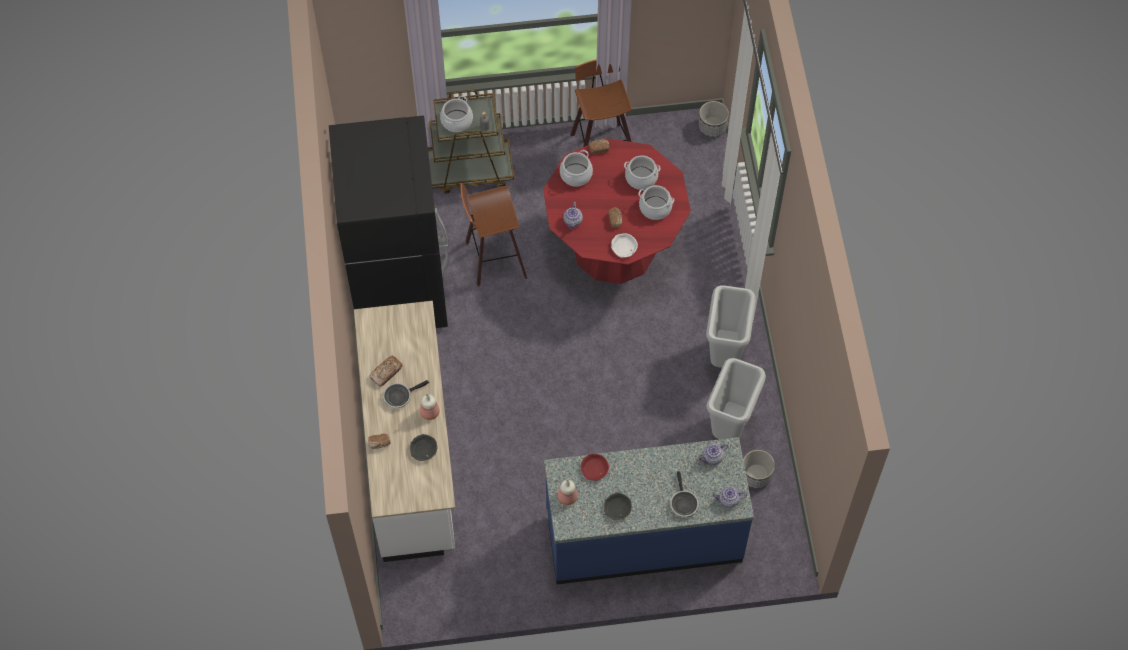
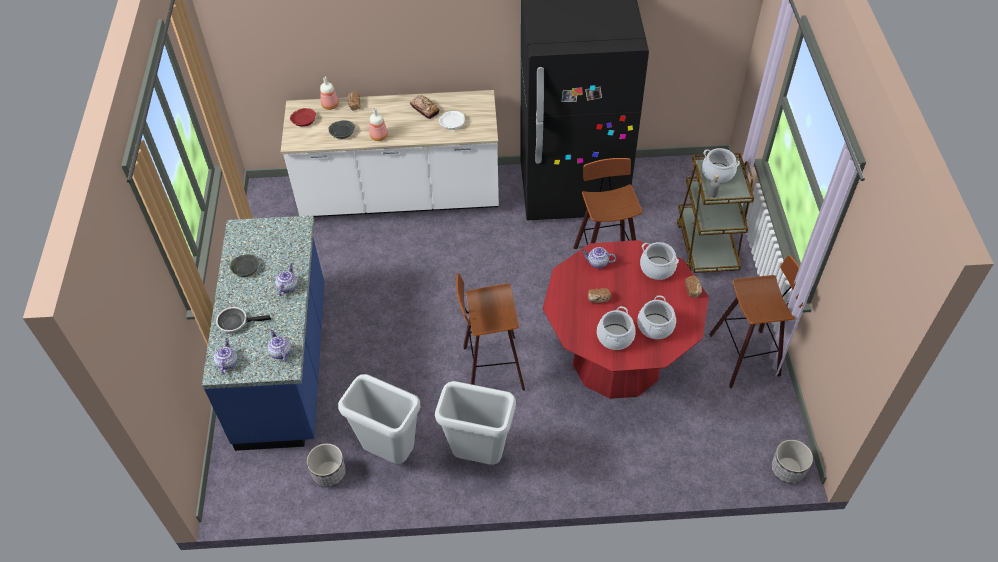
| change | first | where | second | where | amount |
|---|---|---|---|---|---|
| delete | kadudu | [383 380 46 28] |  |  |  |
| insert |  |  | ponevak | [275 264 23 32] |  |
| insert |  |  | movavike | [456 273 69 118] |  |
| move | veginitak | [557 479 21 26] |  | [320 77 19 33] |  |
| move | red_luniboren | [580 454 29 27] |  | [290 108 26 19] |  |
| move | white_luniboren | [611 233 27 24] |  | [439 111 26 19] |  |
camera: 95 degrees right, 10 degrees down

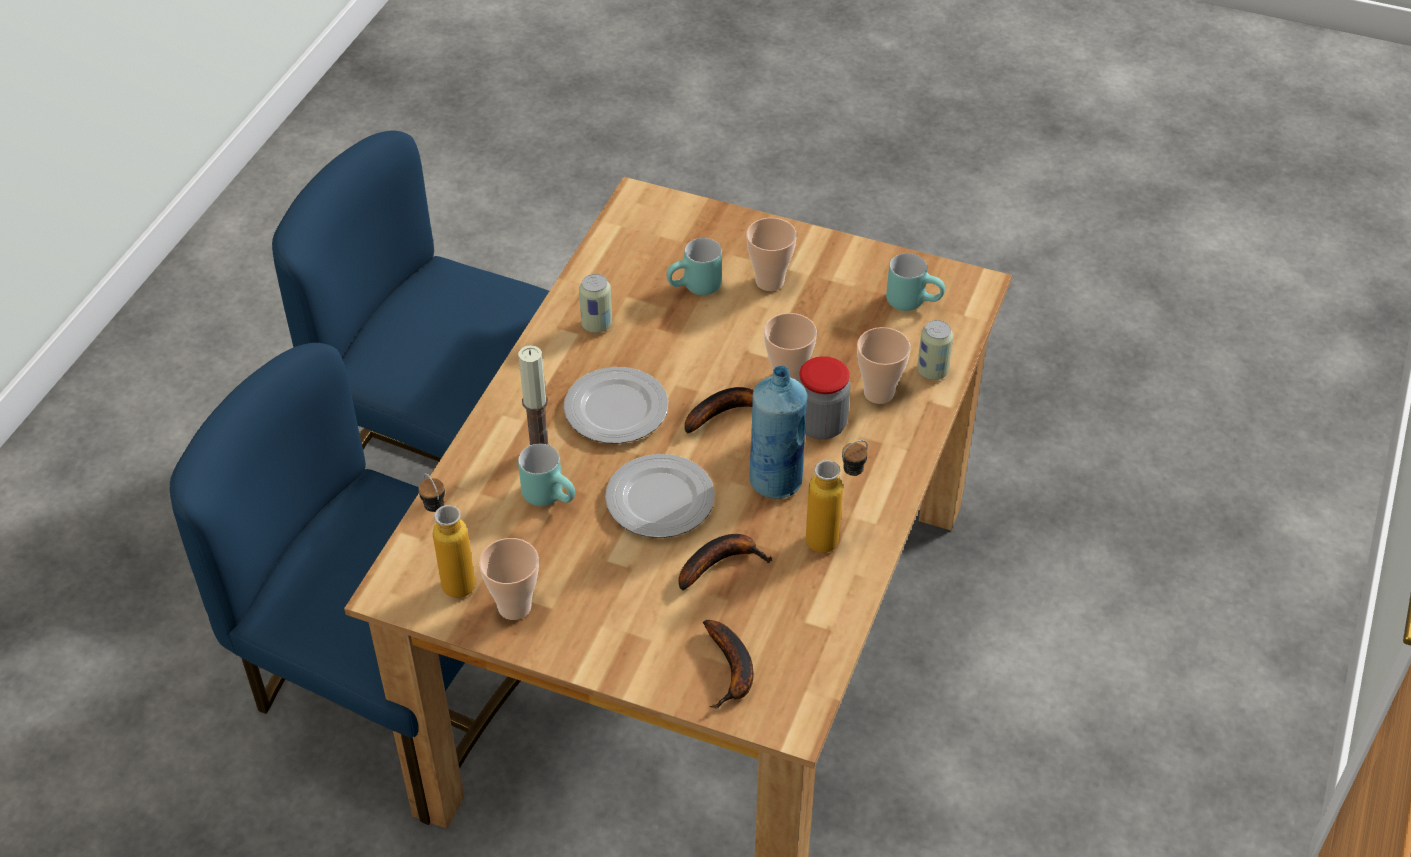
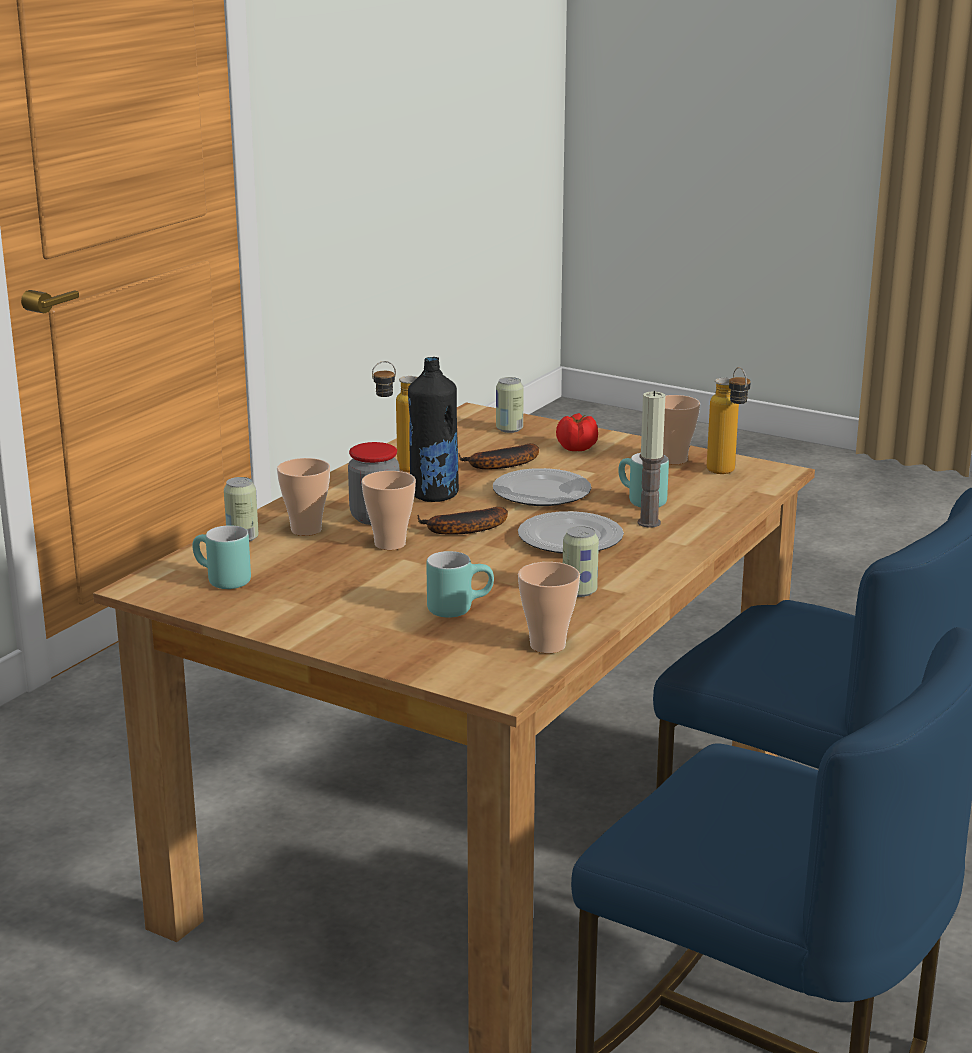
| change | first | where | second | where | amount |
|---|---|---|---|---|---|
| insert |  |  | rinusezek | [556 413 42 38] |  |
| move | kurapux | [746 218 51 73] |  | [518 562 62 91] |  |
| replace | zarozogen | [703 620 51 89] | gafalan | [496 377 28 56] |  |
| recolor | blue_veginitak | [750 366 57 133] | black_veginitak | [408 357 51 145] |  |
camera: 170 degrees left, 25 degrees down

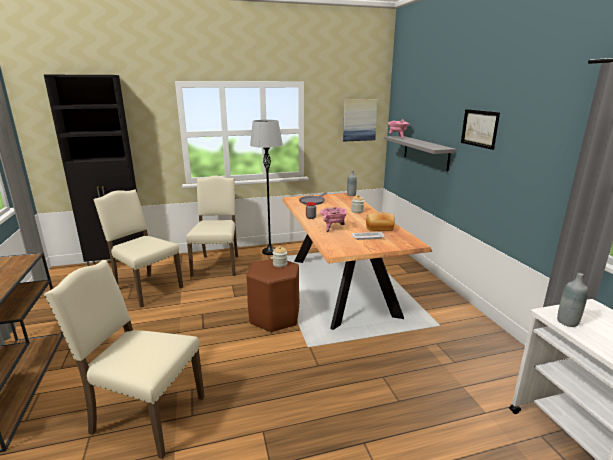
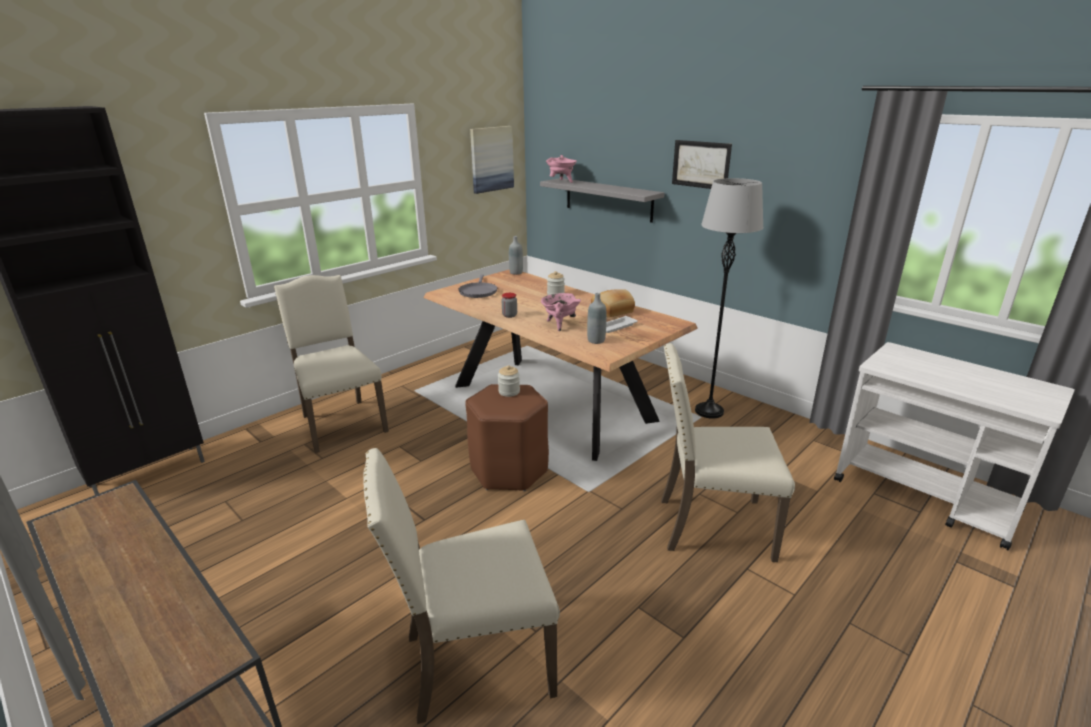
| change | first | where | second | where | amount |
|---|---|---|---|---|---|
| move | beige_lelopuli | [93 189 90 119] |  | [661 343 134 219] |  |
| move | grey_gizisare | [250 120 33 135] |  | [695 178 68 241] |  |
| move | grey_veginitak | [557 273 31 54] |  | [587 293 19 51] |  |
camera: 30 degrees left, 5 degrees up

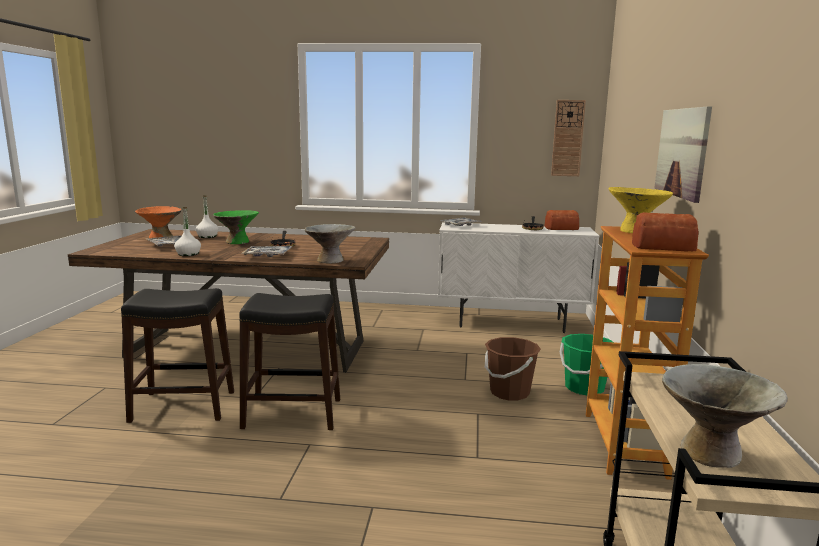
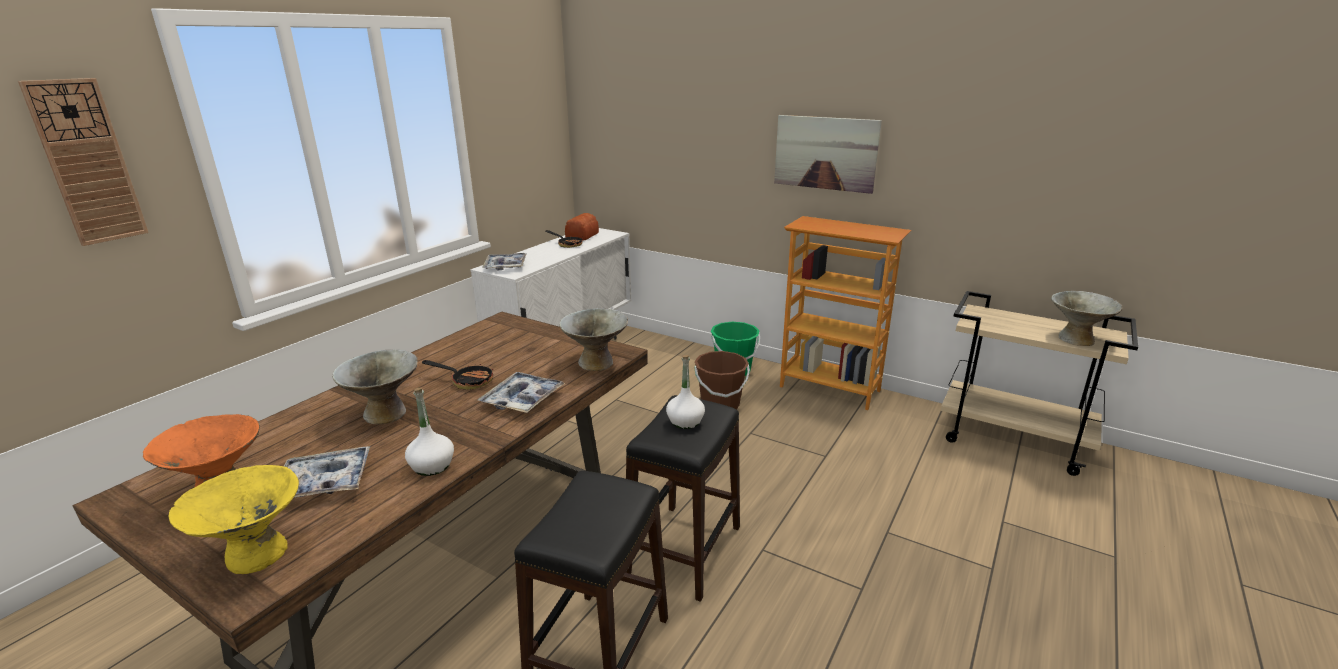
| change | first | where | second | where | amount |
|---|---|---|---|---|---|
| delete | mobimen | [632 212 66 39] |  |  |  |
| move | white_veginitak | [196 195 23 43] |  | [666 355 39 74] |  |
| move | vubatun | [551 100 35 76] |  | [18 78 131 168] |  |
| move | yellow_luniboren | [608 187 65 46] |  | [168 465 131 109] |  |
| recolor | green_luniboren | [213 210 46 34] | grey_luniboren | [332 349 86 75] |  |
camera: 65 degrees left, 10 degrees up

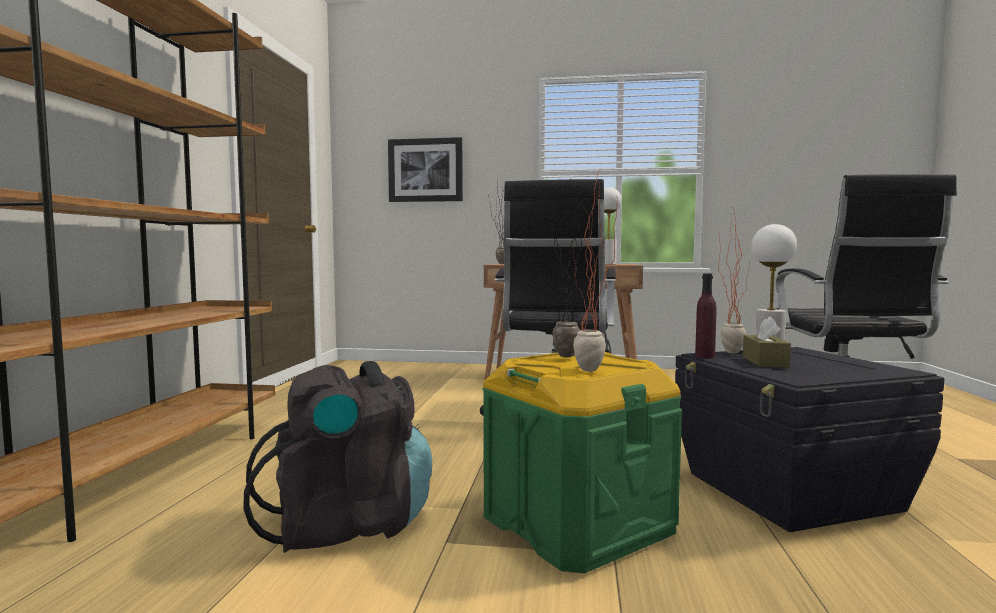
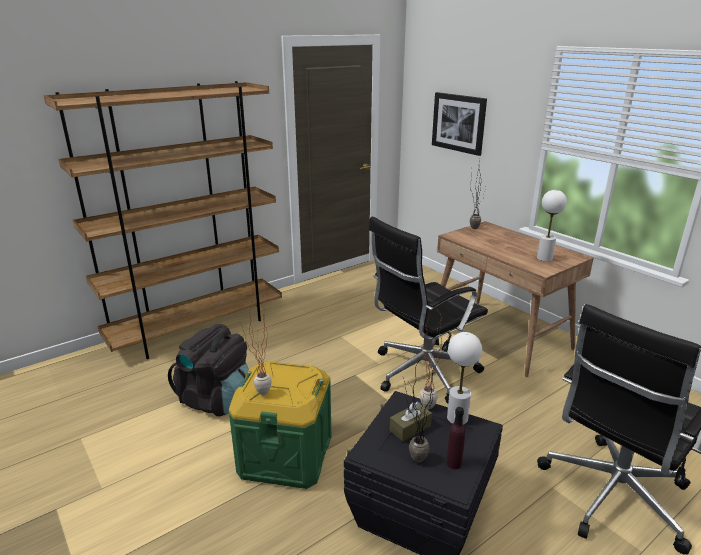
| change | first | where | second | where | amount |
|---|---|---|---|---|---|
| move | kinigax | [547 181 35 177] |  | [403 364 33 99] |  |
| move | purple_veginitak | [695 273 21 86] |  | [446 407 19 62] |  |
camera: 45 degrees right, 20 degrees up

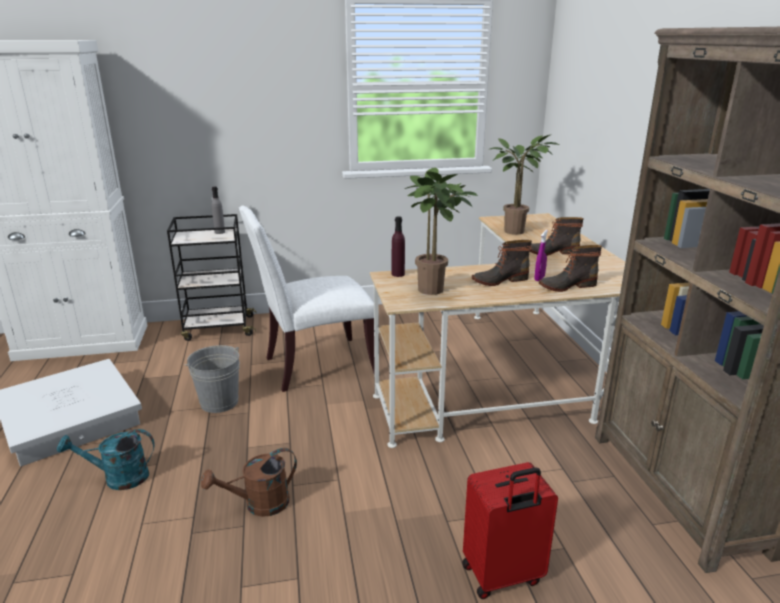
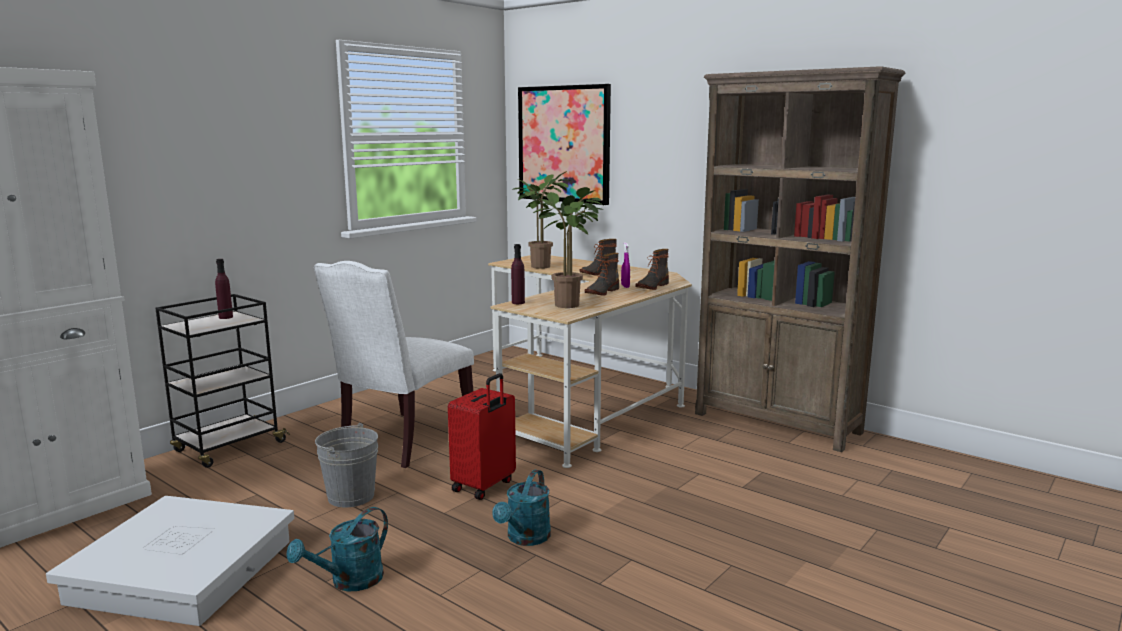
| change | first | where | second | where | amount |
|---|---|---|---|---|---|
| insert |  |  | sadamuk | [518 84 93 121] |  |
| move | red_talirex | [462 462 96 137] |  | [448 373 68 127] |  |
| recolor | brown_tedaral | [201 448 96 69] | turquoise_tedaral | [492 469 59 77] |  |
| recolor | grey_veginitak | [211 187 14 47] | purple_veginitak | [215 259 18 60] |  |
camera: 40 degrees left, 10 degrees down

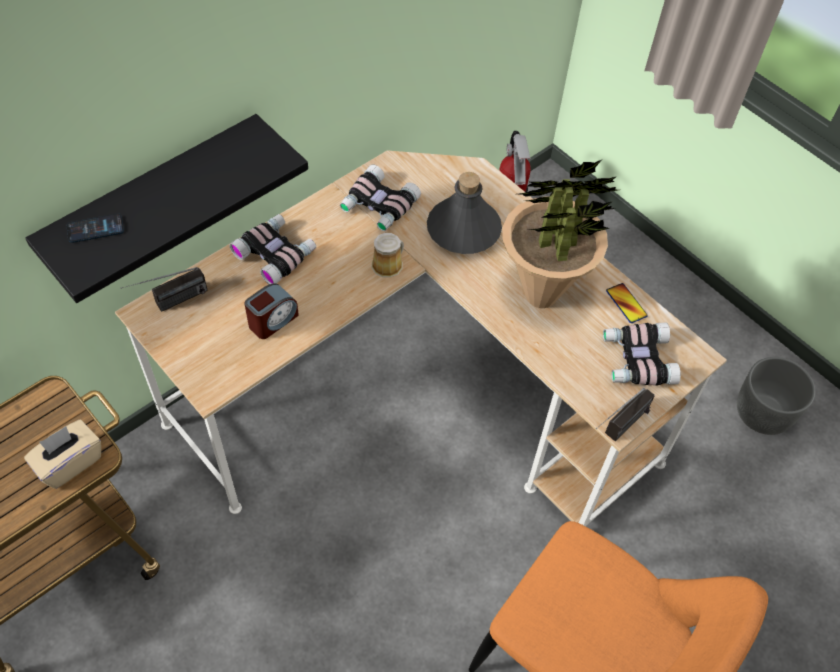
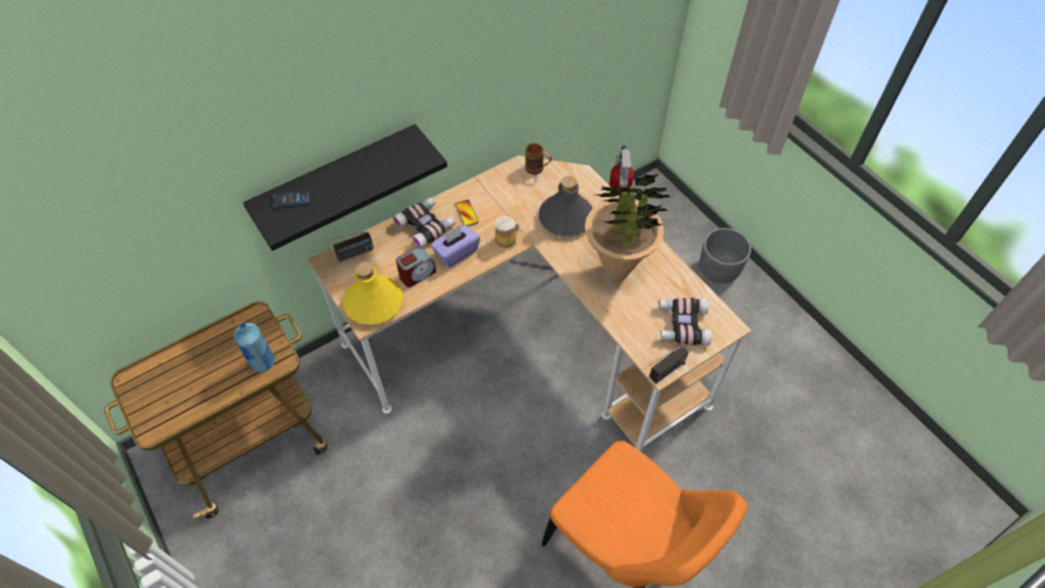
| change | first | where | second | where | amount |
|---|---|---|---|---|---|
| delete | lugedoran | [340 164 81 67] |  |  |  |
| insert |  |  | yellow_veginitak | [343 262 60 63] |  |
| insert |  |  | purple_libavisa | [431 225 49 43] |  |
| insert |  |  | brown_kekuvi | [525 143 27 32] |  |
| move | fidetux | [606 283 42 40] |  | [455 200 24 26] |  |
| move | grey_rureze | [737 357 78 78] |  | [700 228 51 56] |  |
| replace | beige_libavisa | [24 420 77 69] | blue_veginitak | [234 322 41 51] |  |
camera: 10 degrees right, 0 degrees up

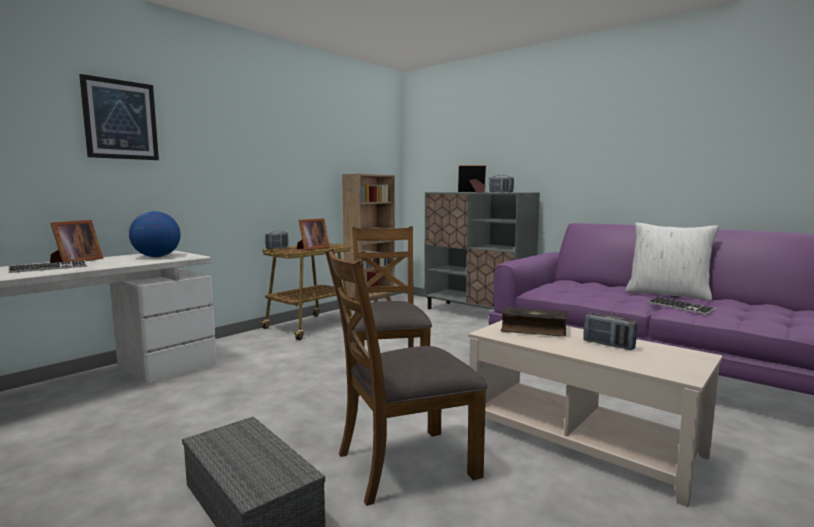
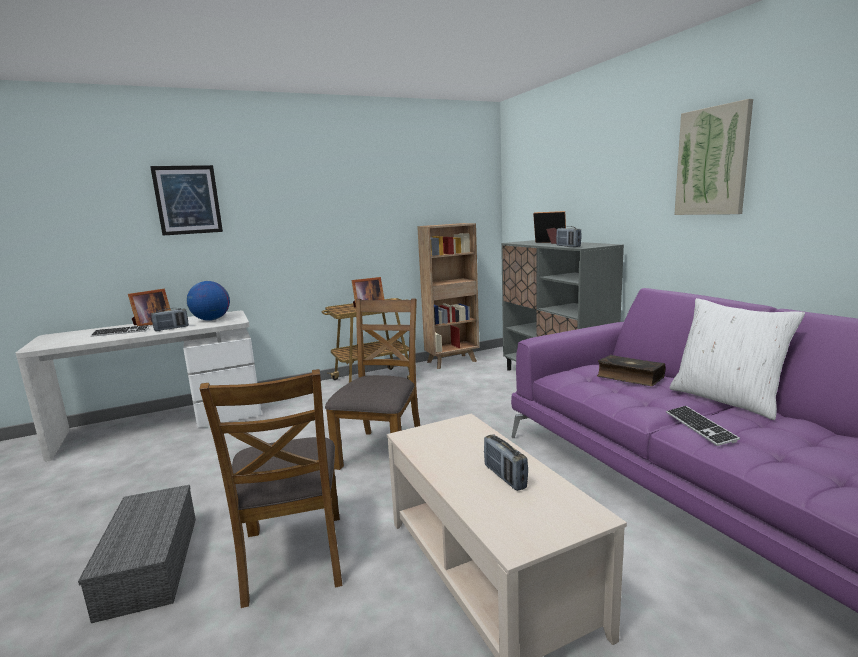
| change | first | where | second | where | amount |
|---|---|---|---|---|---|
| insert |  |  | sadamuk | [674 99 79 116] |  |
| move | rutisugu | [265 231 23 18] |  | [151 308 38 23] |  |
| move | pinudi | [501 307 67 30] |  | [597 355 69 31] |  |
| rotate | brown_lelopuli | [325 248 163 258] |  | [200 369 142 239] | 105 degrees counterclockwise |
camera: 25 degrees right, 5 degrees up

